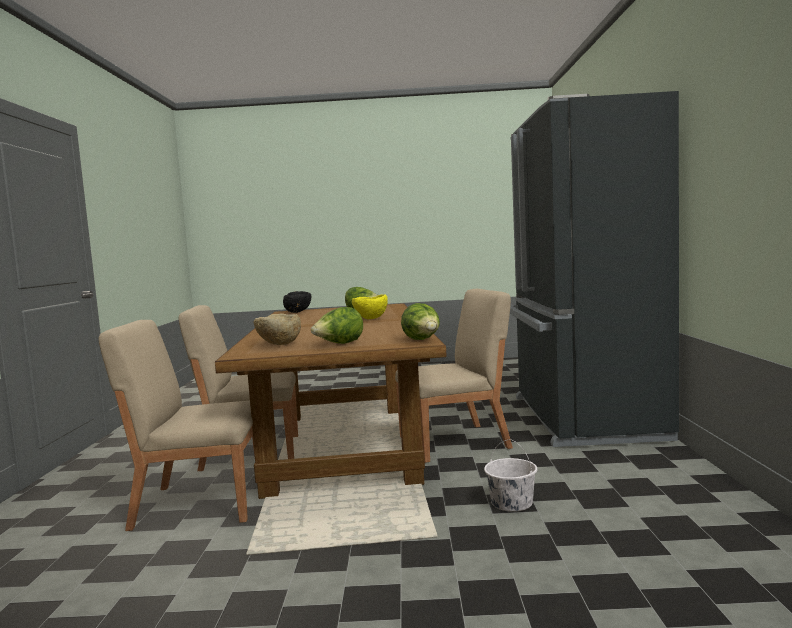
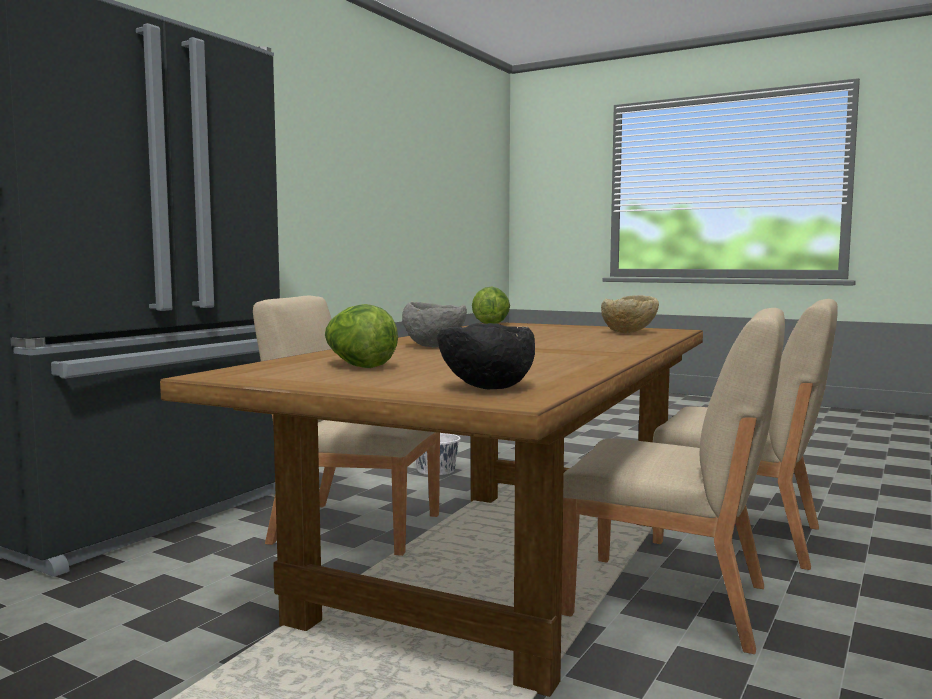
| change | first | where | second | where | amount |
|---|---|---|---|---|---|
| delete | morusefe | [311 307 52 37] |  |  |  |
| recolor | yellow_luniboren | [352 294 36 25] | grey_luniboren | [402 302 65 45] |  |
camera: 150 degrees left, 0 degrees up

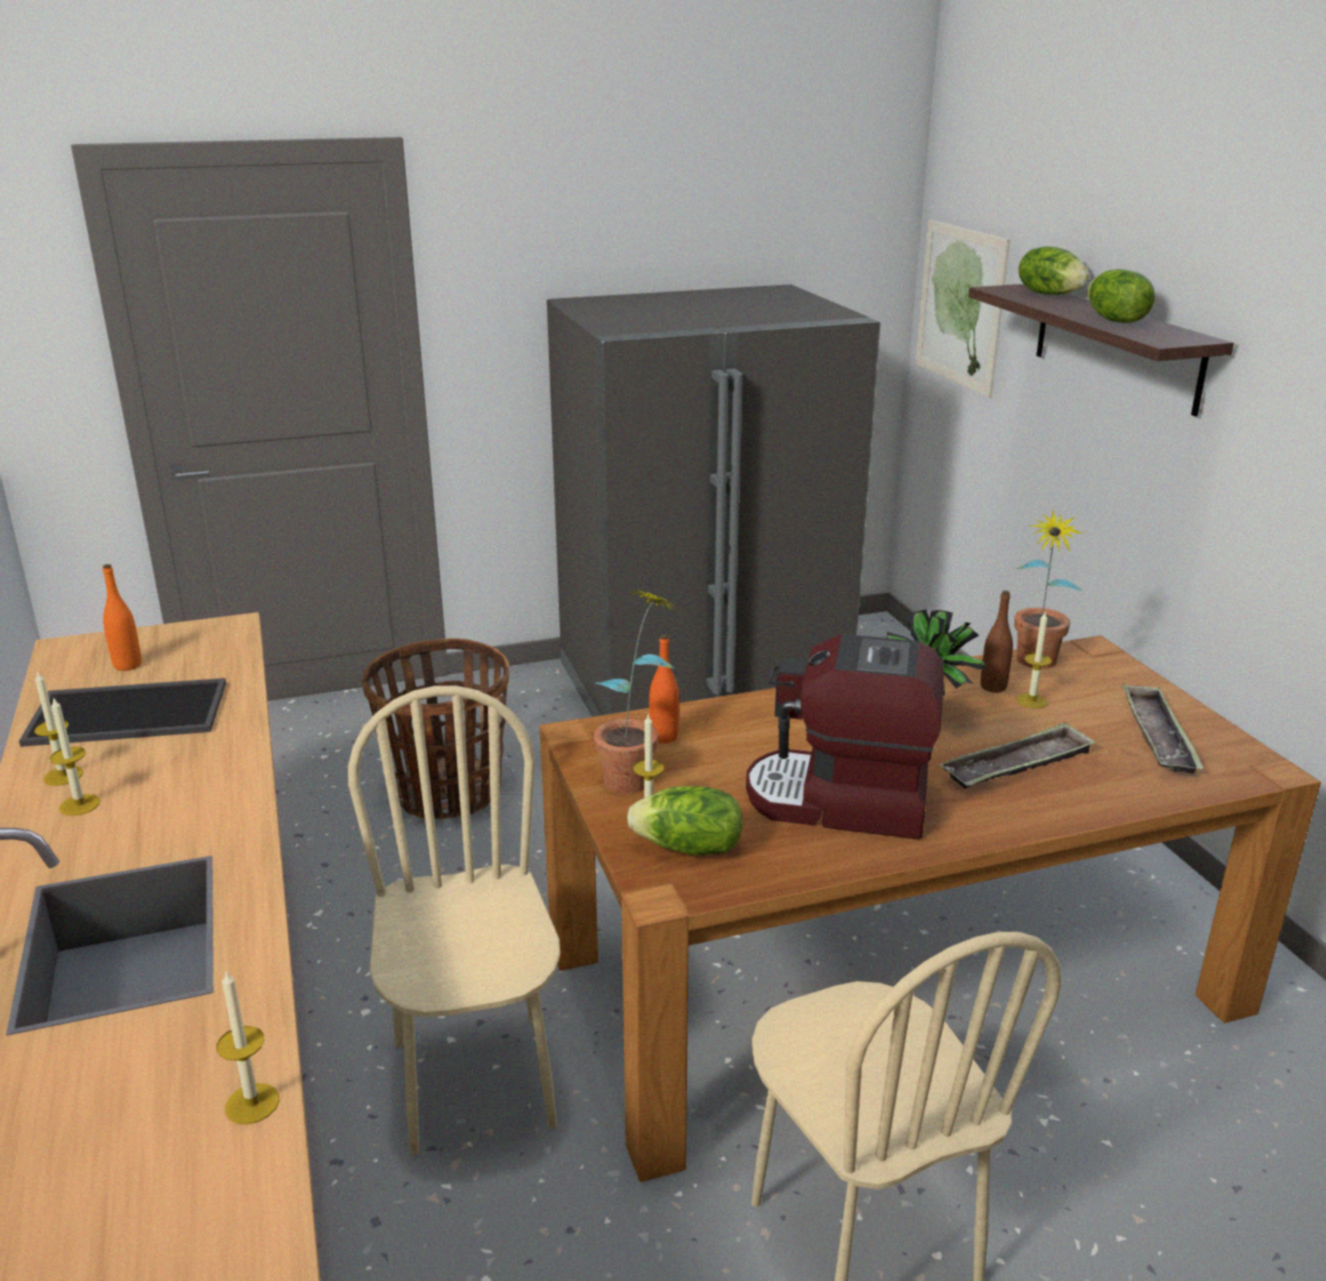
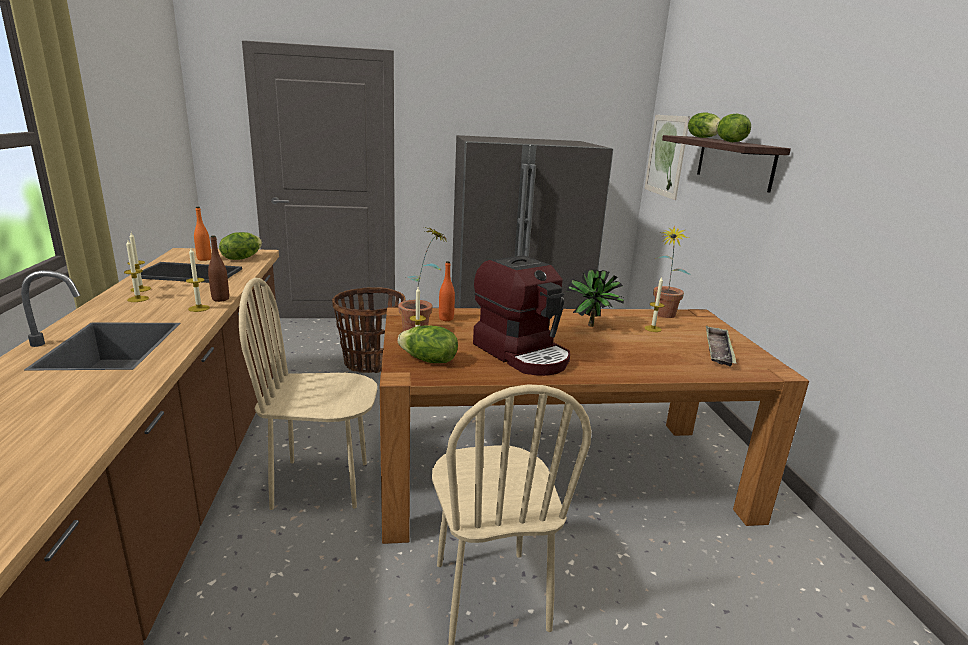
| change | first | where | second | where | amount |
|---|---|---|---|---|---|
| delete | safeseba | [940 722 156 67] |  |  |  |
| insert |  |  | morusefe | [219 232 43 28] |  |
| move | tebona | [216 970 64 154] |  | [186 248 24 64] |  |
| move | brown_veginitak | [981 590 32 103] |  | [208 236 21 66] |  |
| rotate | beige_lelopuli | [348 686 212 470] |  | [239 278 138 232] | 90 degrees counterclockwise |
| rotate | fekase | [746 634 198 206] |  | [473 255 97 121] | 150 degrees counterclockwise |
camera: 10 degrees right, 5 degrees down

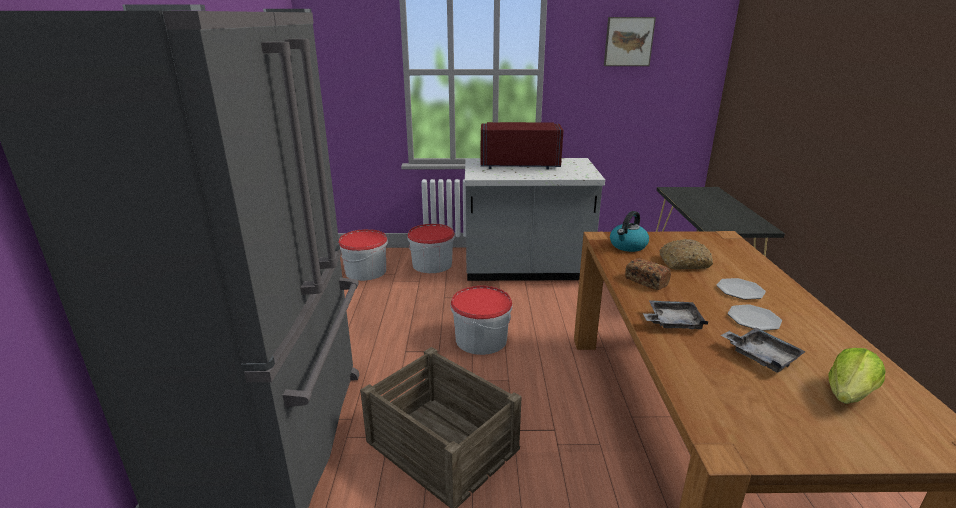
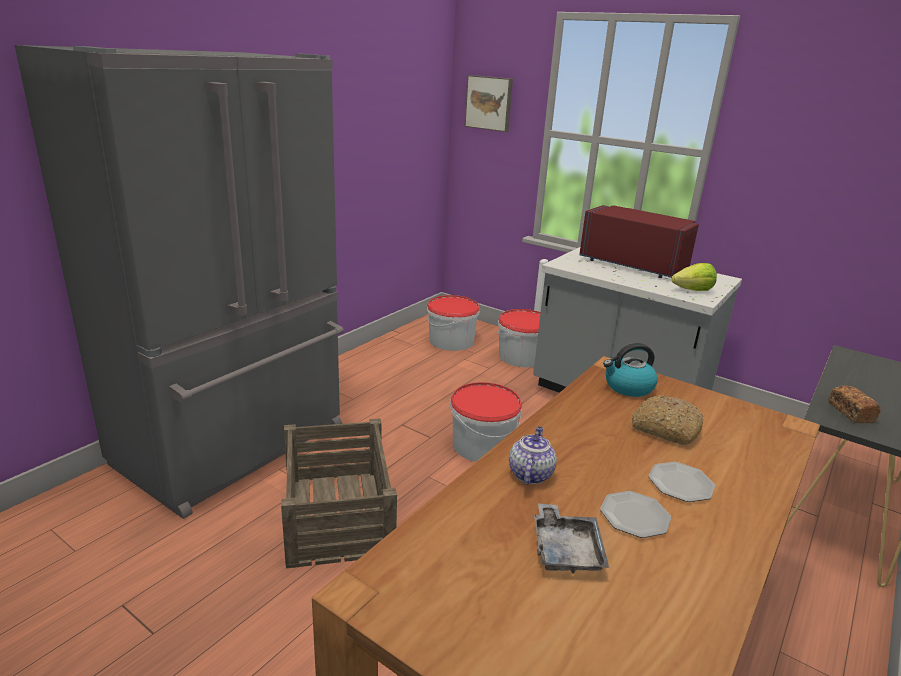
| change | first | where | second | where | amount |
|---|---|---|---|---|---|
| move | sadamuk | [604 17 52 49] |  | [464 75 49 57] |  |
| move | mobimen | [625 258 46 32] |  | [828 386 53 37] |  |
| move | morusefe | [829 348 56 56] |  | [671 263 46 28] |  |
| replace | grey_safeseba | [643 300 65 29] | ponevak | [509 426 48 59] |  |
camera: 35 degrees right, 0 degrees up

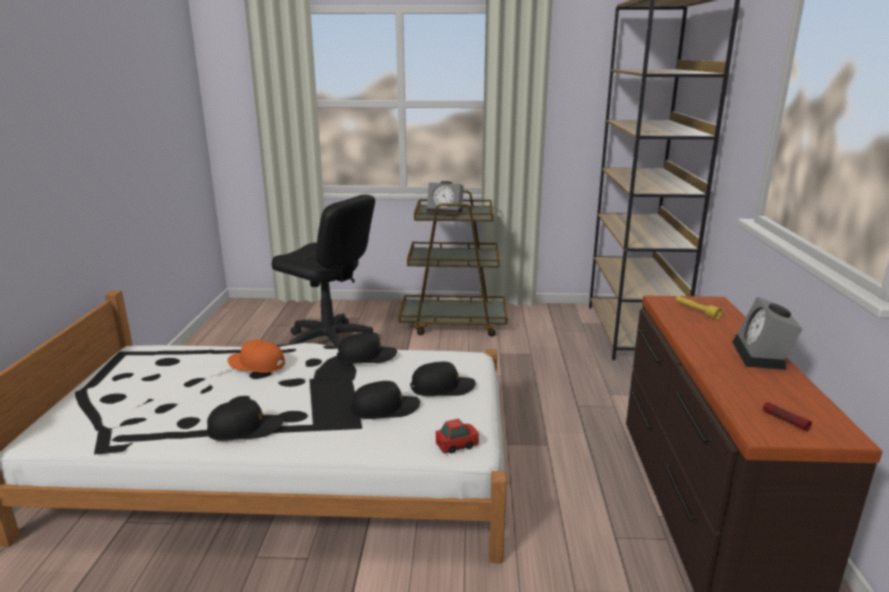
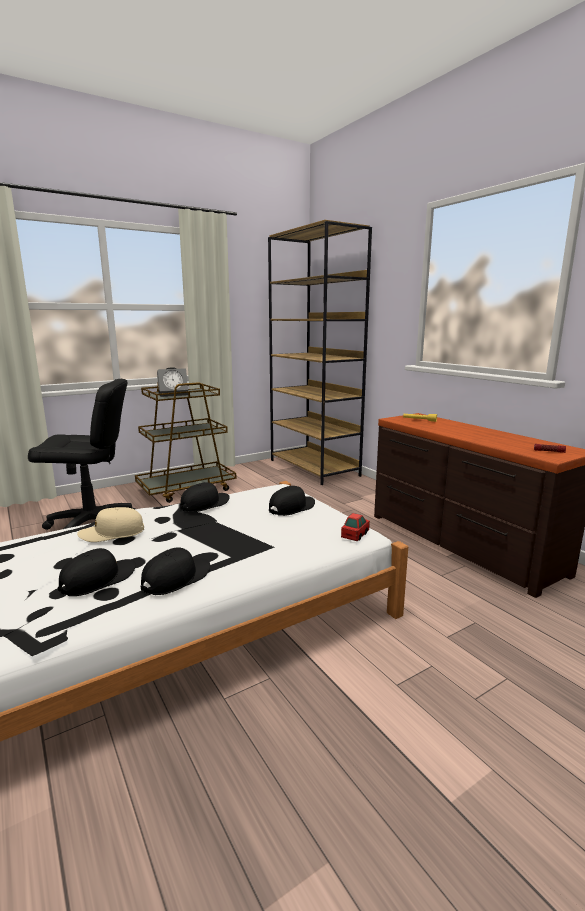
| change | first | where | second | where | amount |
|---|---|---|---|---|---|
| delete | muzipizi | [732 297 71 73] |  |  |  |
| move | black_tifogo | [350 381 70 38] |  | [58 548 78 48] |  |
| recolor | orange_tifogo | [228 339 57 34] | beige_tifogo | [77 507 67 35] |  |
camera: 35 degrees left, 5 degrees down

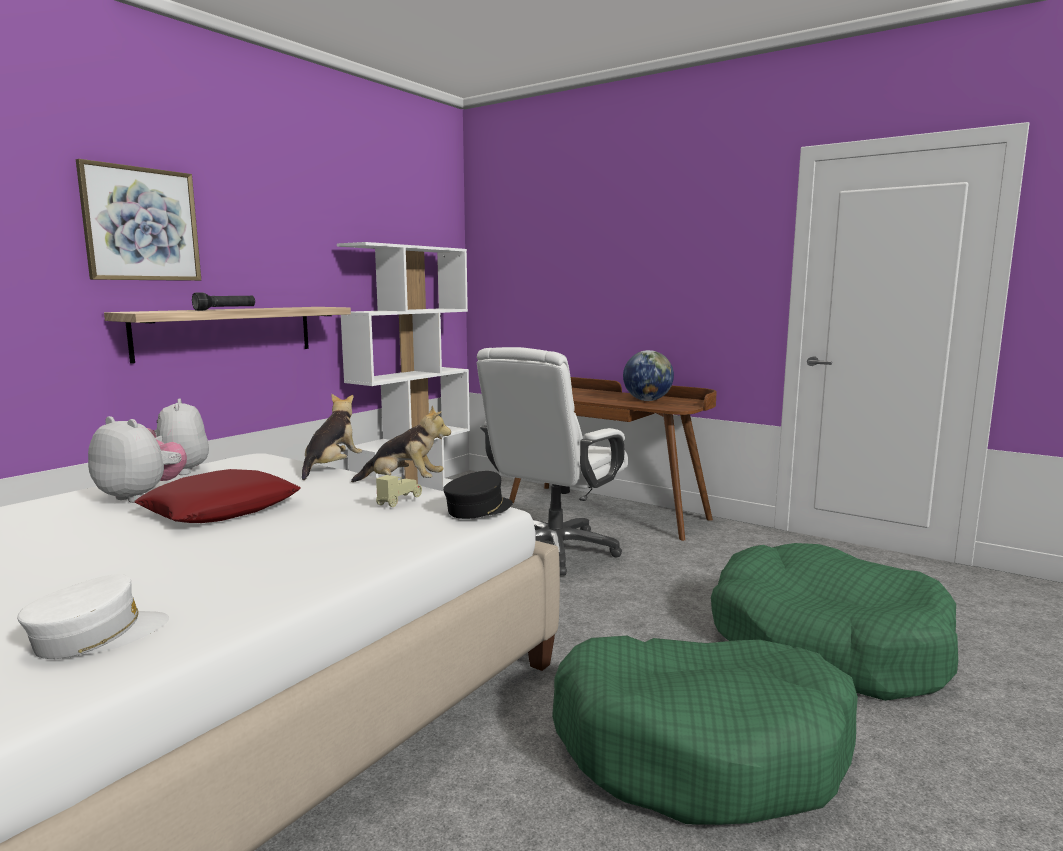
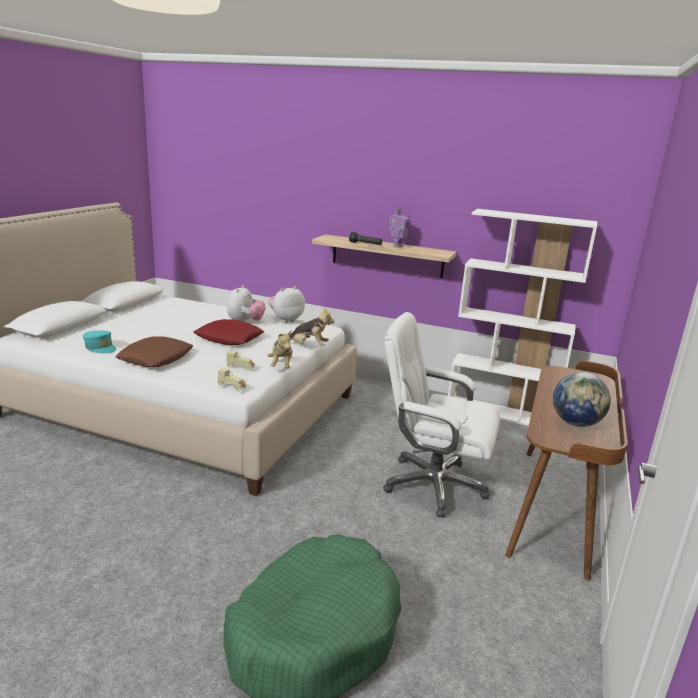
| change | first | where | second | where | amount |
|---|---|---|---|---|---|
| delete | sadamuk | [76 159 125 122] |  |  |  |
| delete | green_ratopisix | [552 636 306 189] |  |  |  |
| insert |  |  | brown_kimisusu | [115 336 78 31] |  |
| insert |  |  | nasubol | [389 207 21 41] |  |
| replace | black_tifogo | [443 471 70 48] | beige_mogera | [218 368 28 23] |  |
| recolor | white_tifogo | [17 574 152 85] | turquoise_tifogo | [83 330 33 24] |  |
camera: 75 degrees right, 10 degrees up

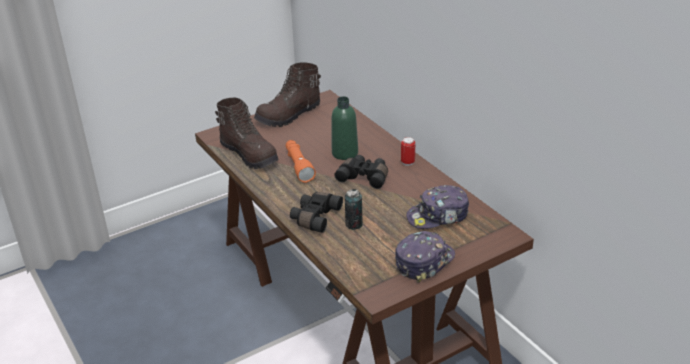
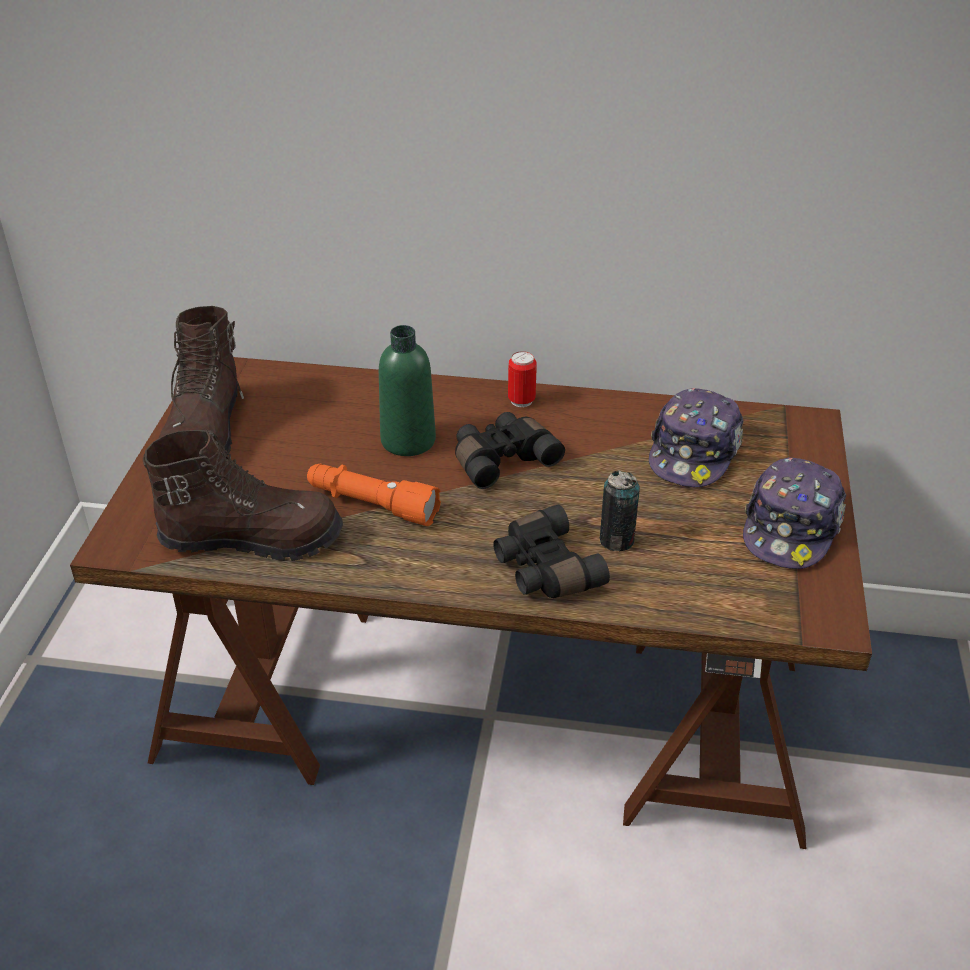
| change | first | where | second | where | amount |
|---|---|---|---|---|---|
| rotate | tifogo | [395 231 60 52] |  | [743 457 103 112] | 150 degrees counterclockwise |
camera: 50 degrees left, 5 degrees up

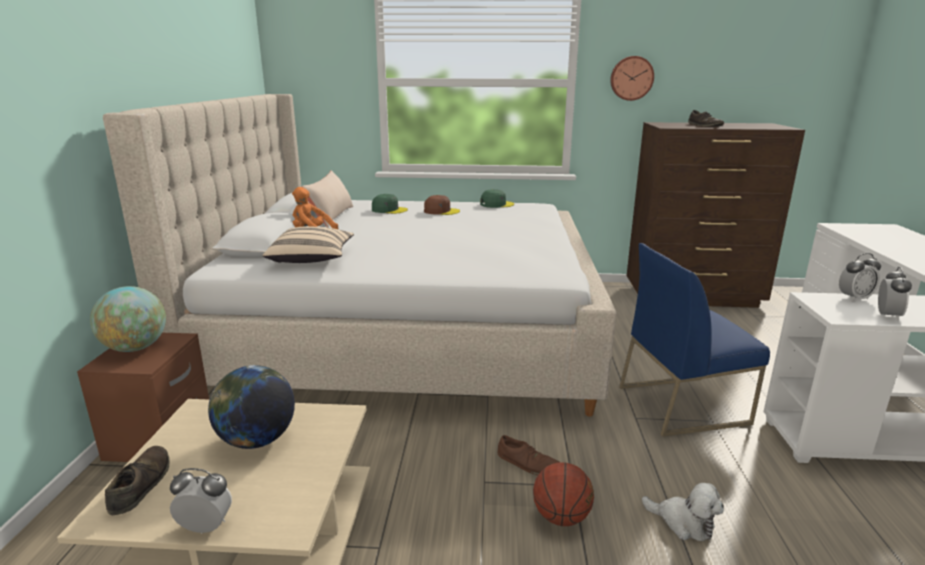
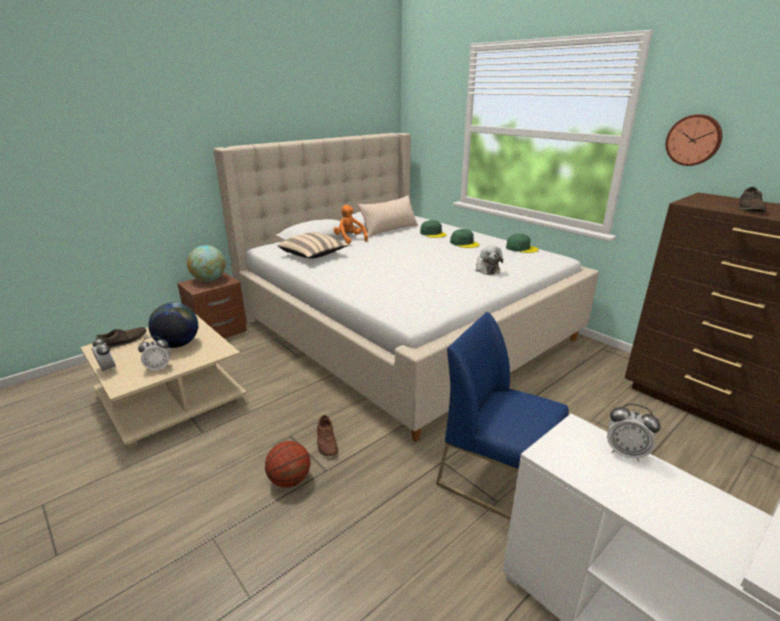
| change | first | where | second | where | amount |
|---|---|---|---|---|---|
| move | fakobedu | [642 483 82 58] |  | [475 246 28 29] |  |
| move | muzipizi | [878 267 34 54] |  | [138 336 32 36] |  |
| recolor | brown_tifogo | [424 195 36 20] | green_tifogo | [450 229 30 19] |  |
camera: 45 degrees right, 5 degrees up

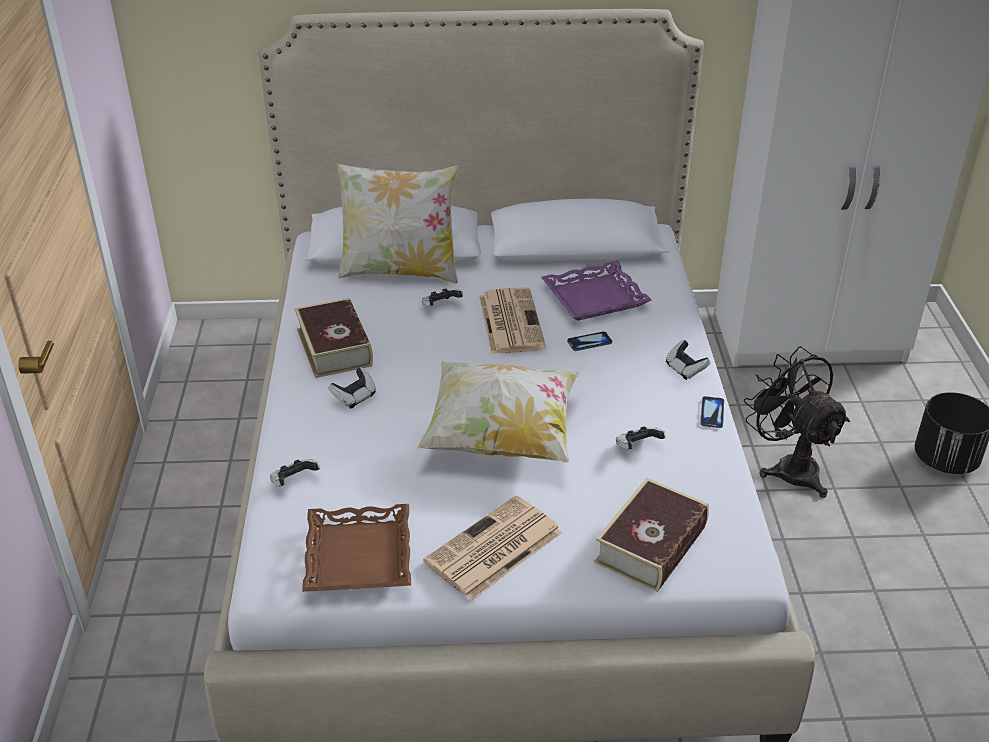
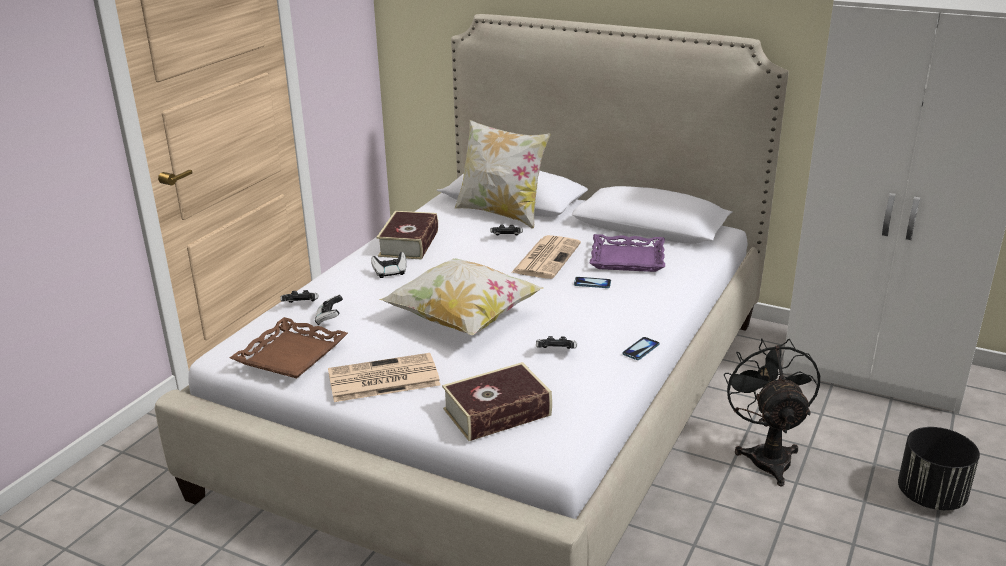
| change | first | where | second | where | amount |
|---|---|---|---|---|---|
| move | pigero | [666 340 45 40] |  | [315 295 28 30] |  |
camera: 30 degrees right, 10 degrees down

